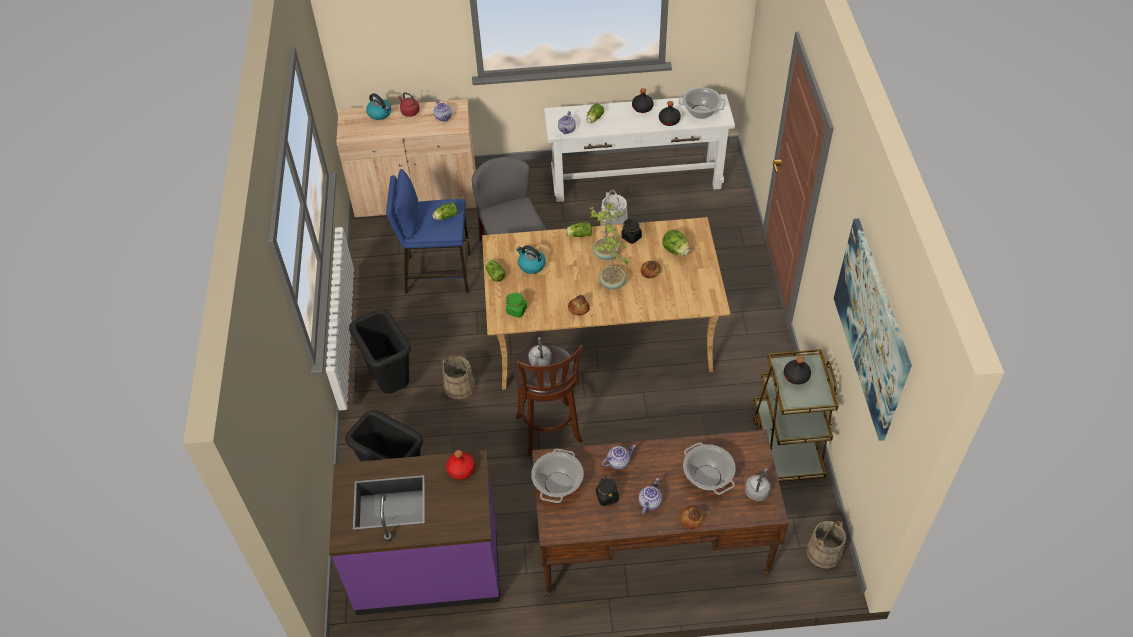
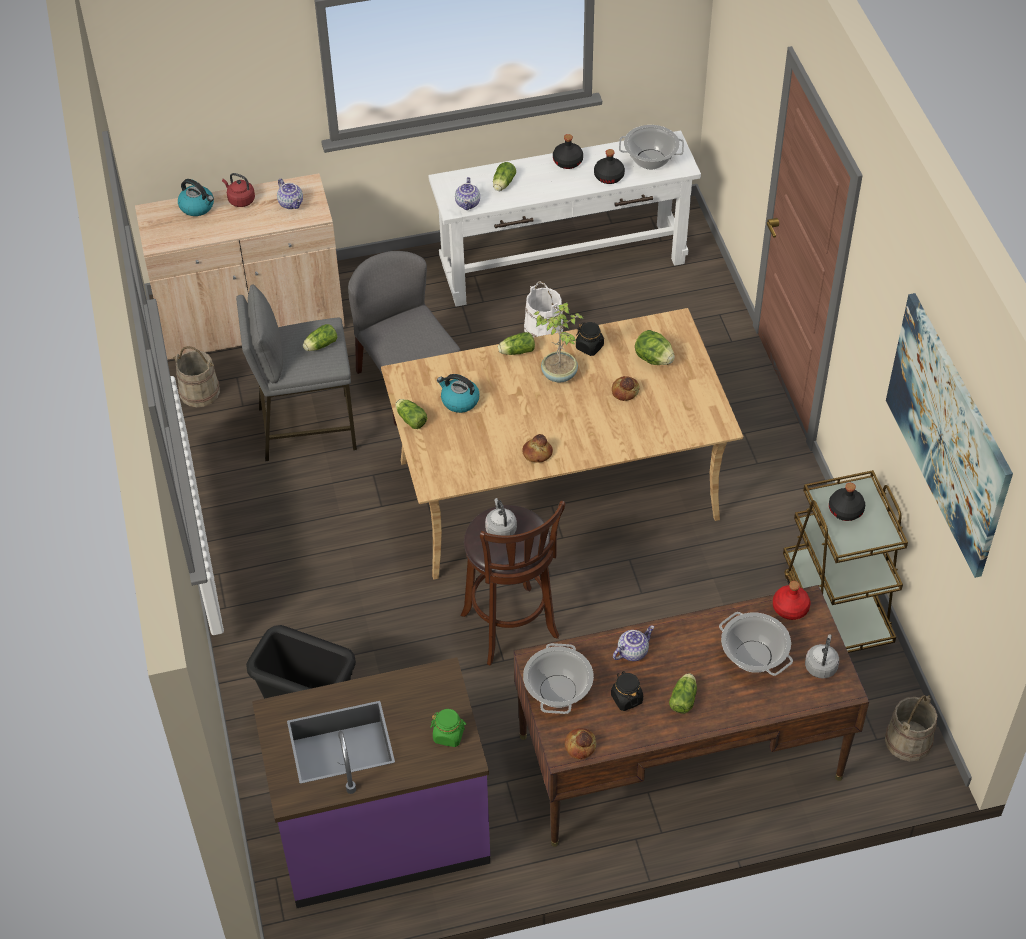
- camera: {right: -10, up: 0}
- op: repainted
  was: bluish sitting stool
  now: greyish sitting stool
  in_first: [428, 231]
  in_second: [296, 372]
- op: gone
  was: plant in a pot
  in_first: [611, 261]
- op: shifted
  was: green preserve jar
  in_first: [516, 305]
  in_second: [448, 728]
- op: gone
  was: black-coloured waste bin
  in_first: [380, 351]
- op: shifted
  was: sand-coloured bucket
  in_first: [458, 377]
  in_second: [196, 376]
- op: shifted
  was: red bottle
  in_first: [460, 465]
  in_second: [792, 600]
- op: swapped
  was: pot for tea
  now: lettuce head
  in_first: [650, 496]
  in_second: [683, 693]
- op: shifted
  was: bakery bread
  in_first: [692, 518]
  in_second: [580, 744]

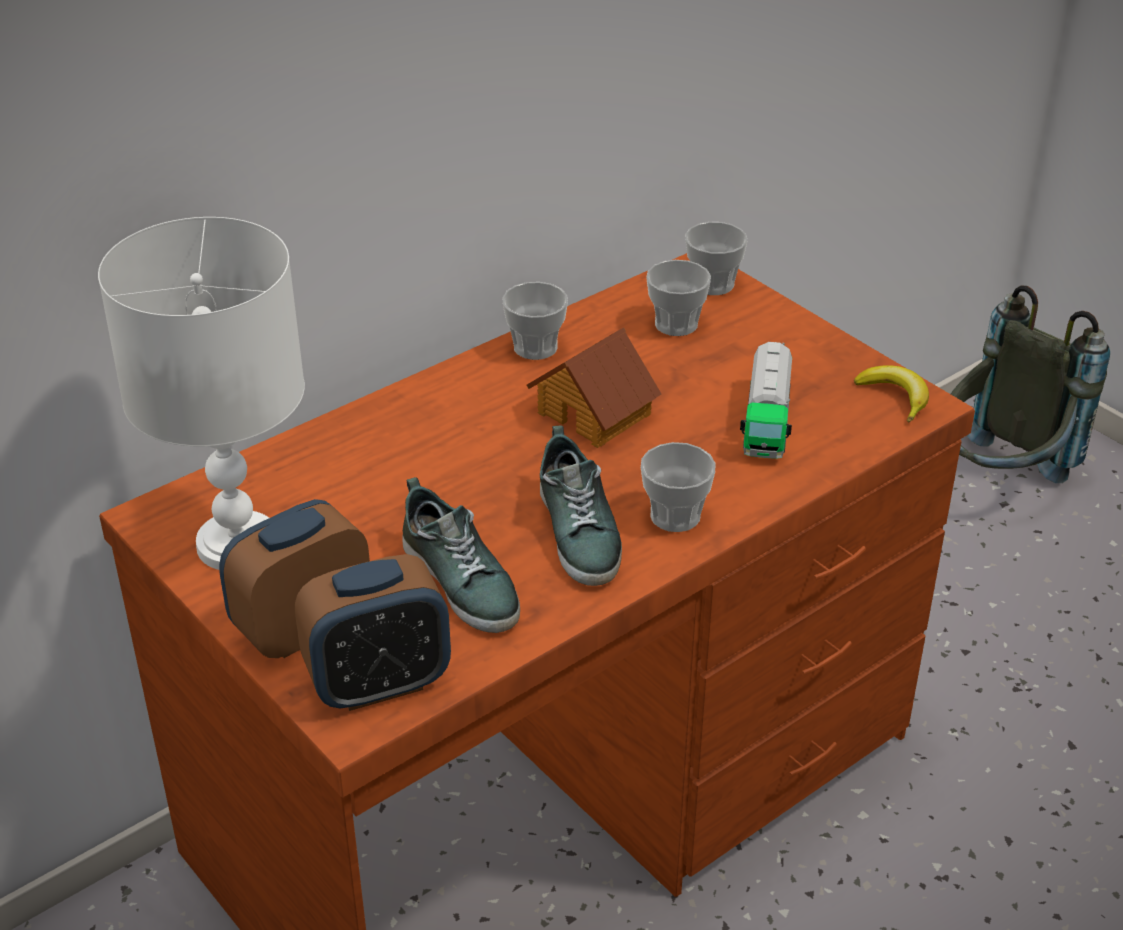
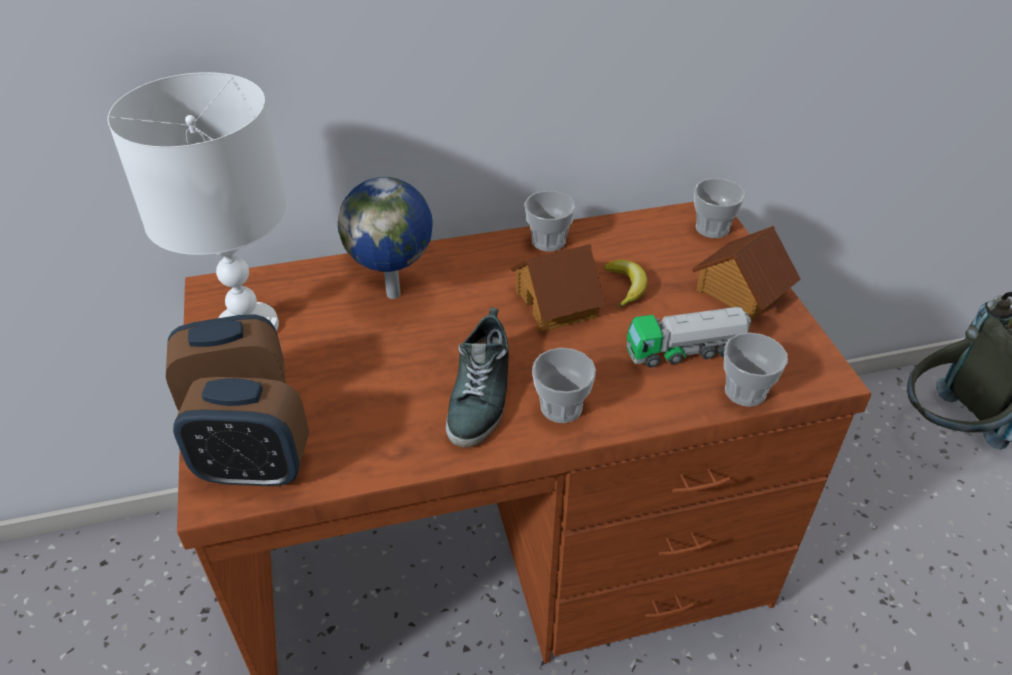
- camera: {right: 25, up: 5}
- op: shifted
  was: drinking cup
  in_first: [678, 298]
  in_second: [756, 369]
- op: rotated
  was: model truck
  in_first: [766, 400]
  in_second: [688, 337]
  clockwise: 45
- op: shifted
  was: whole banana
  in_first: [891, 393]
  in_second: [625, 284]
- op: gone
  was: item of footwear
  in_first: [461, 555]
- op: new
  now: world globe
  in_second: [385, 238]
- op: new
  now: model house
  in_second: [746, 273]

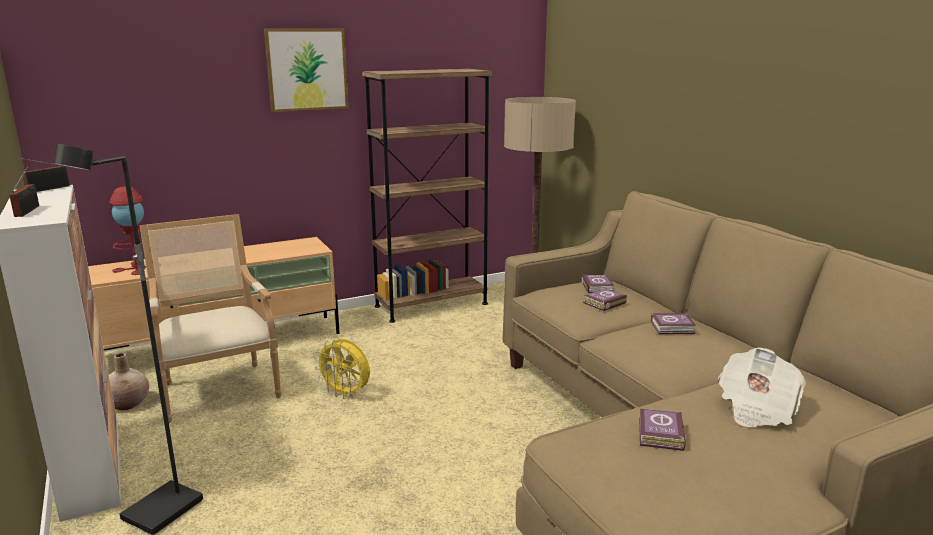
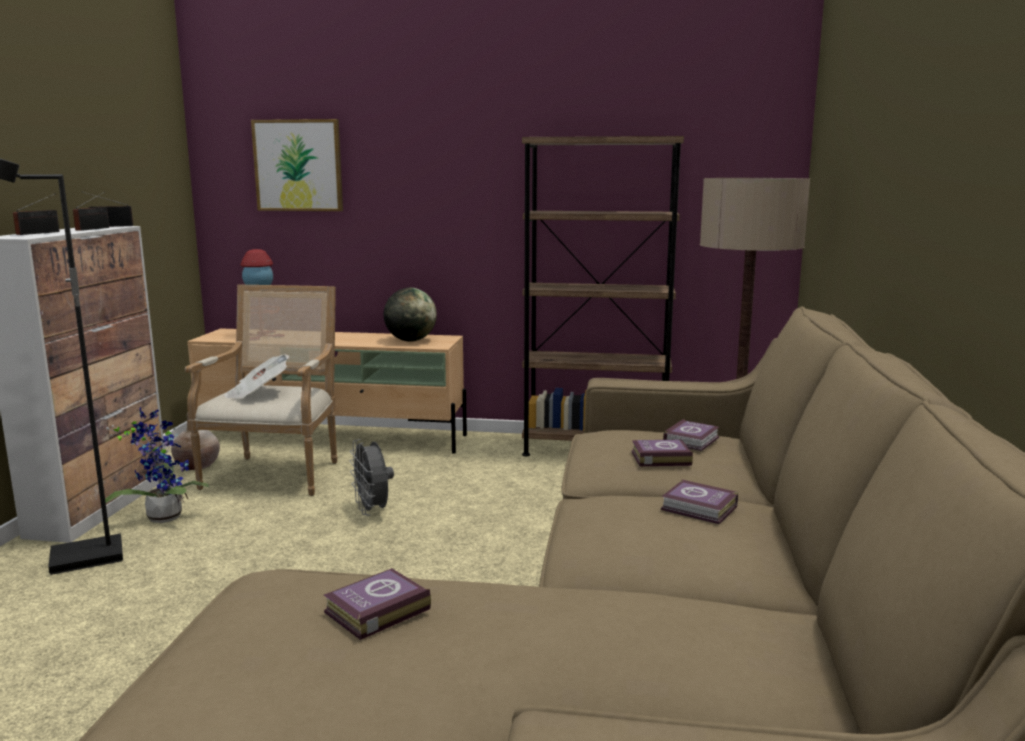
- camera: {right: 35, up: -5}
- op: shifted
  was: wall picture
  in_first: [306, 70]
  in_second: [297, 165]
- op: repainted
  was: yellowish electric fan
  now: greyish electric fan
  in_first: [342, 369]
  in_second: [371, 477]
- op: shifted
  was: newspaper
  in_first: [762, 387]
  in_second: [256, 376]
- op: new
  now: radio receiver
  in_second: [91, 211]
- op: new
  now: world globe
  in_second: [410, 315]
- op: new
  now: plant in a pot
  in_second: [157, 465]

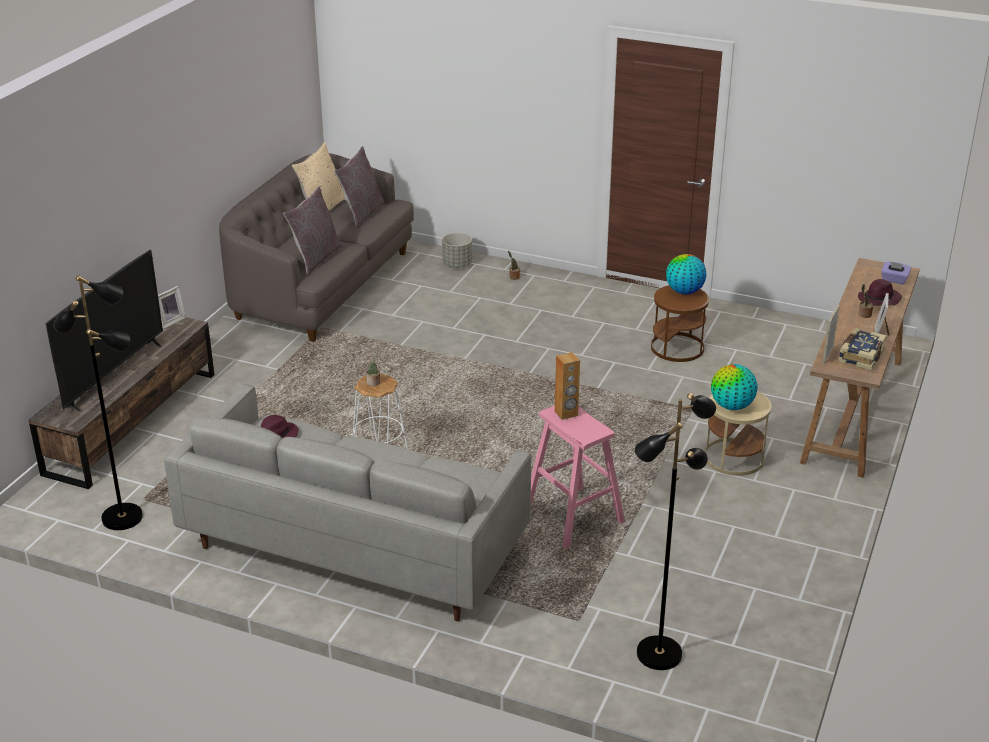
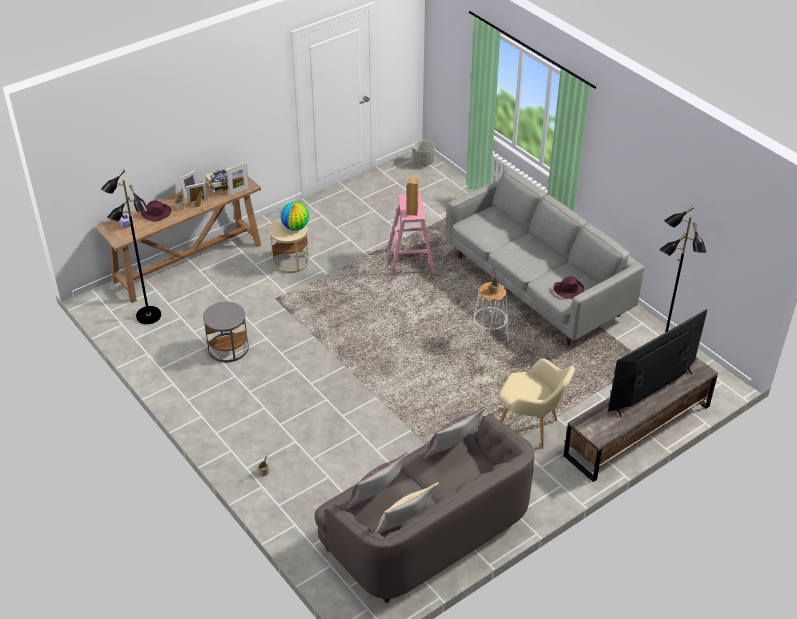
- camera: {right: -150, up: 10}
- op: shifted
  was: greyish planter
  in_first: [457, 250]
  in_second: [423, 153]
- op: gone
  was: world globe
  in_first: [686, 274]
- op: repainted
  was: brownish accent table
  now: greyish accent table
  in_first: [680, 323]
  in_second: [226, 331]
- op: shifted
  was: photo frame
  in_first: [172, 307]
  in_second: [196, 195]
- op: shifted
  was: black-coloured standard lamp
  in_first: [675, 531]
  in_second: [131, 246]
- op: new
  now: sand-coloured armchair
  in_second: [537, 403]

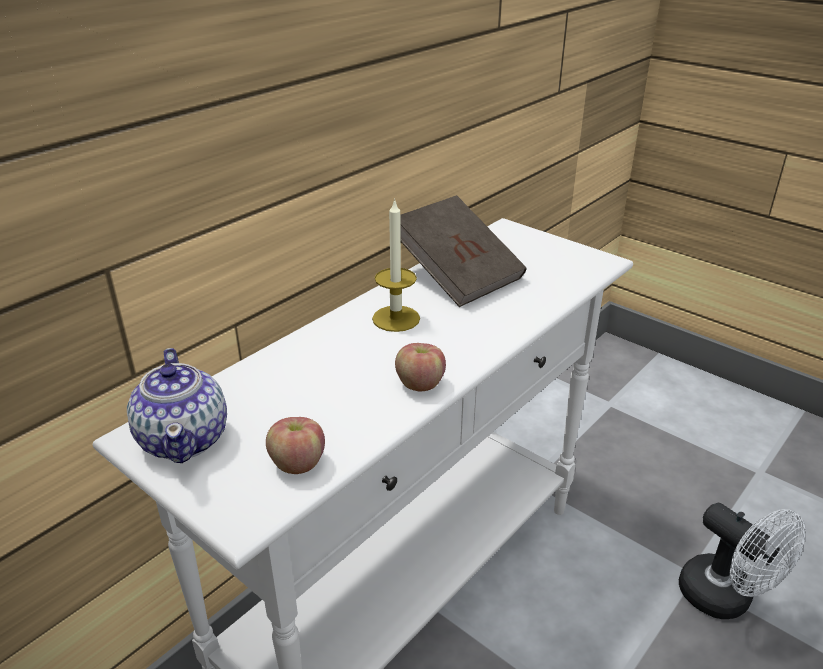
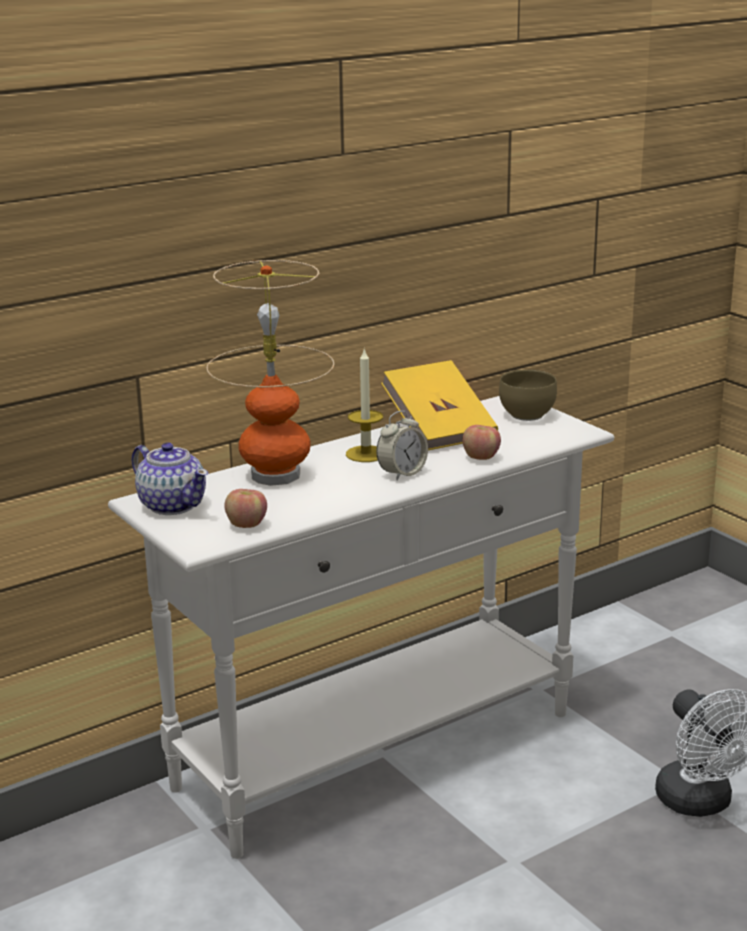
- camera: {right: 15, up: -10}
- op: repainted
  was: brownish volume
  now: yellowish volume
  in_first: [463, 251]
  in_second: [439, 405]
- op: shifted
  was: whole apple
  in_first: [420, 367]
  in_second: [481, 442]
- op: rotated
  was: pot for tea
  in_first: [177, 405]
  in_second: [170, 479]
  clockwise: -45
- op: new
  now: lamp for a table
  in_second: [270, 373]
- op: new
  now: brownish deep dish
  in_second: [528, 395]
- op: new
  now: table clock
  in_second: [402, 446]

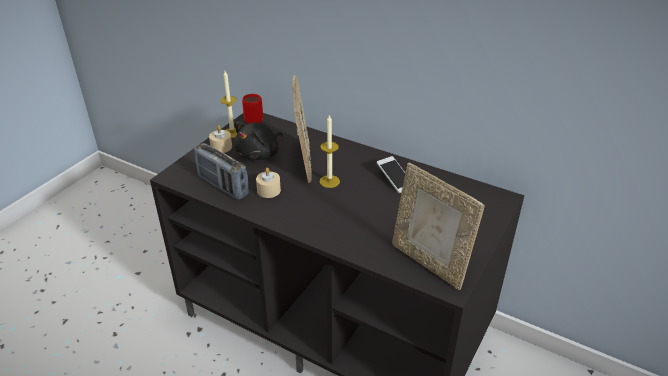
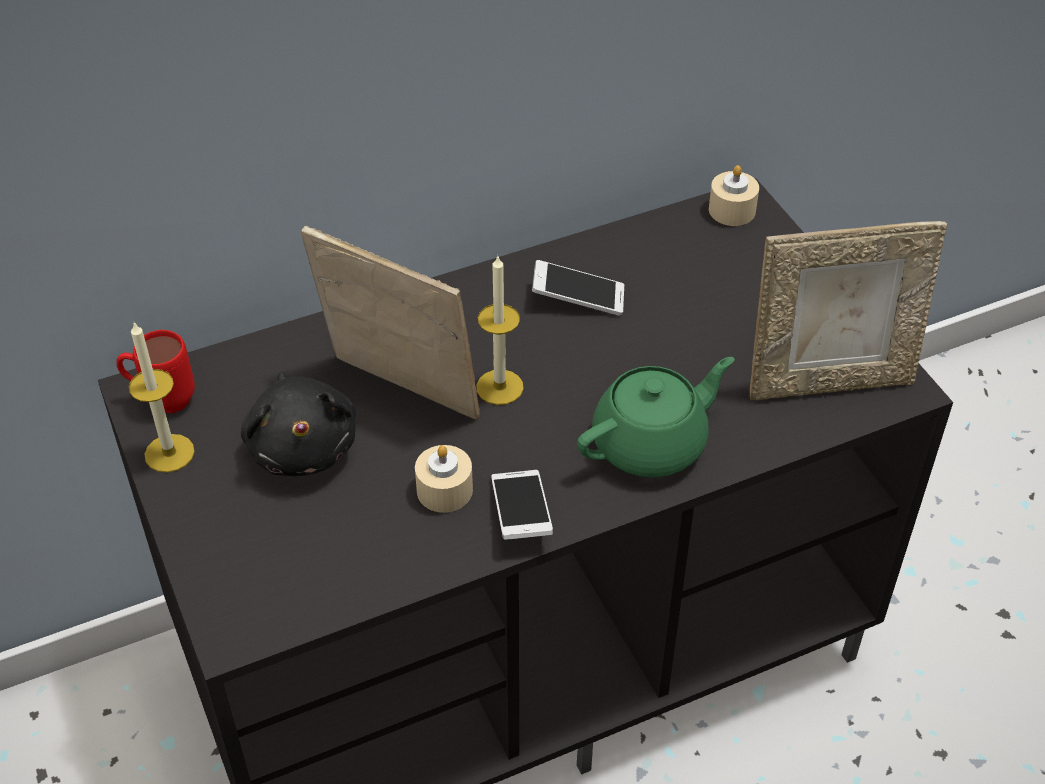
- camera: {right: -55, up: 10}
- op: shifted
  was: sand-coloured candle
  in_first: [220, 139]
  in_second: [734, 195]
- op: gone
  was: radio receiver
  in_first: [221, 171]
- op: new
  now: green pot for tea
  in_second: [656, 417]
- op: new
  now: telephone
  in_second: [522, 505]

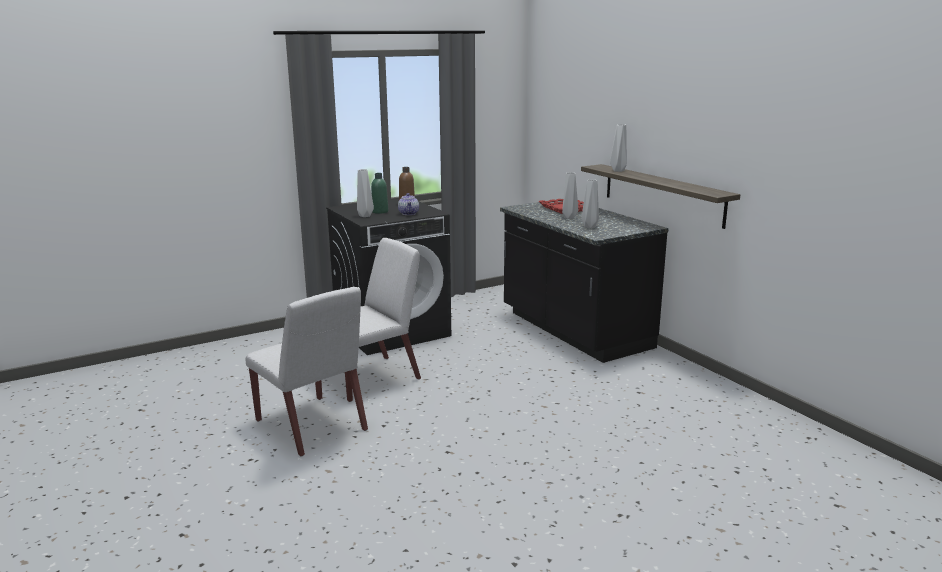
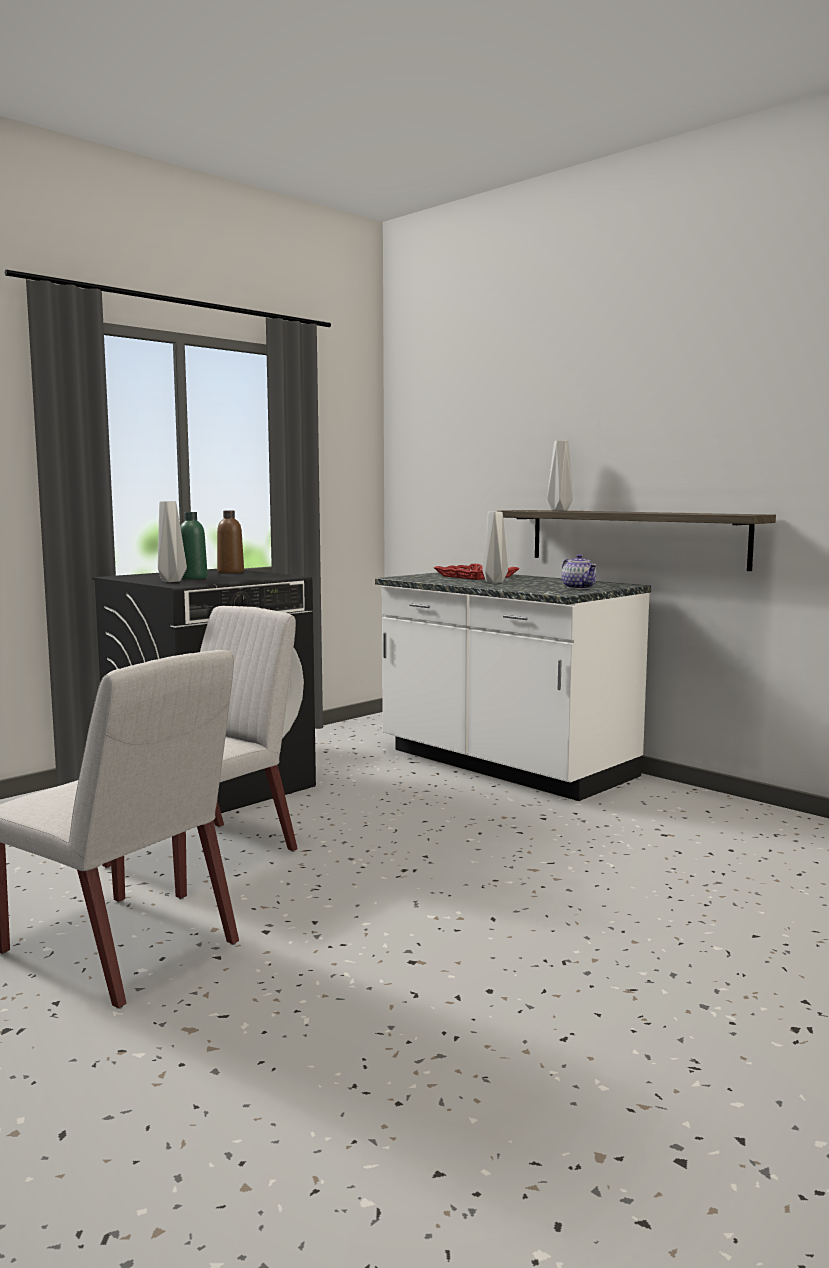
- camera: {right: -15, up: -10}
- op: gone
  was: greyish flower vase
  in_first: [590, 203]
- op: shifted
  was: pot for tea
  in_first: [408, 204]
  in_second: [579, 571]
- op: repainted
  was: black-coloured kitchen base unit
  now: white kitchen base unit
  in_first: [584, 282]
  in_second: [513, 686]

